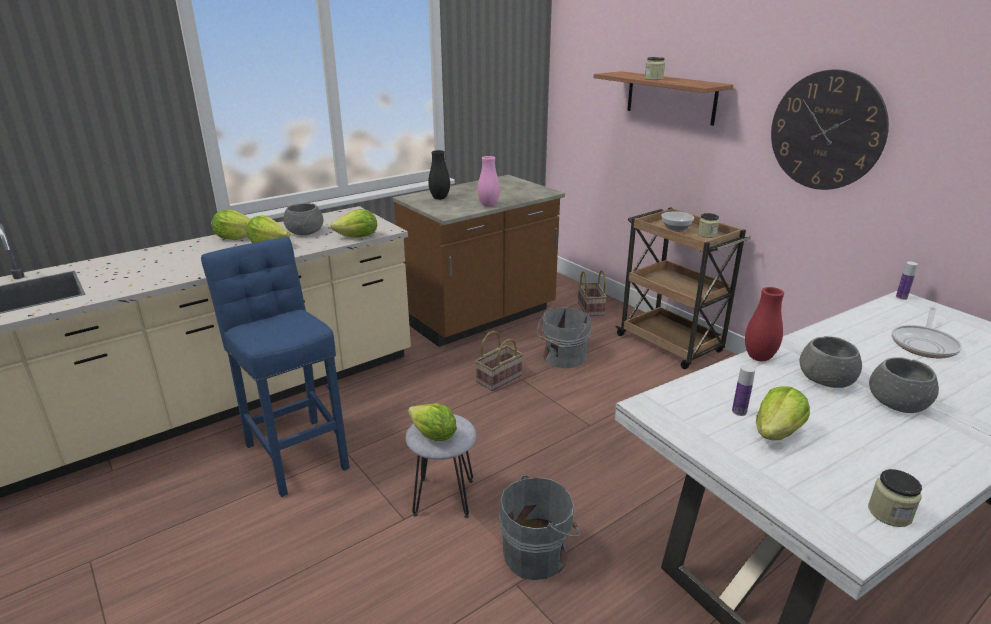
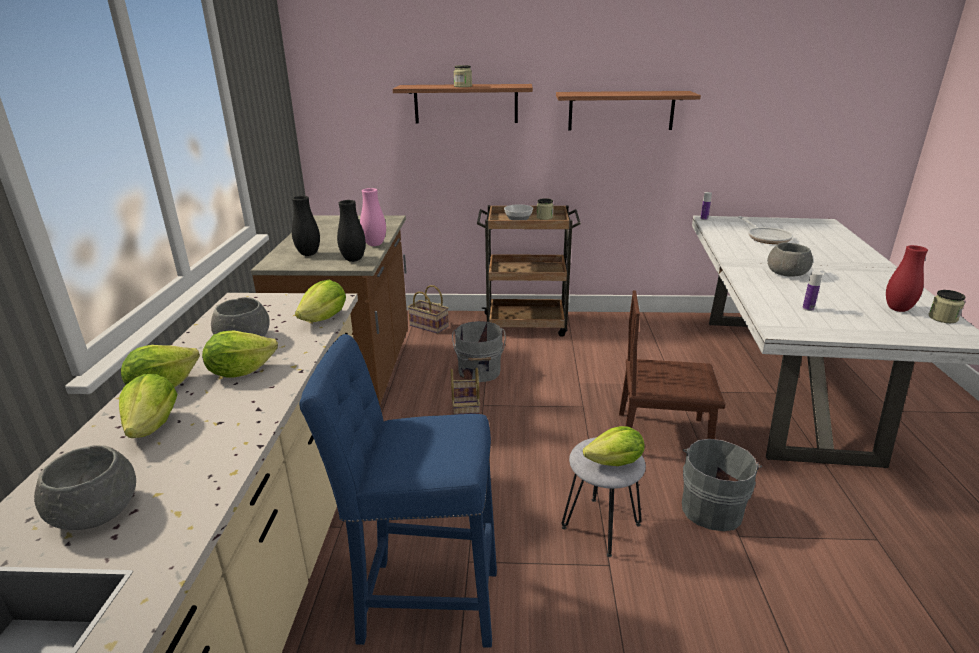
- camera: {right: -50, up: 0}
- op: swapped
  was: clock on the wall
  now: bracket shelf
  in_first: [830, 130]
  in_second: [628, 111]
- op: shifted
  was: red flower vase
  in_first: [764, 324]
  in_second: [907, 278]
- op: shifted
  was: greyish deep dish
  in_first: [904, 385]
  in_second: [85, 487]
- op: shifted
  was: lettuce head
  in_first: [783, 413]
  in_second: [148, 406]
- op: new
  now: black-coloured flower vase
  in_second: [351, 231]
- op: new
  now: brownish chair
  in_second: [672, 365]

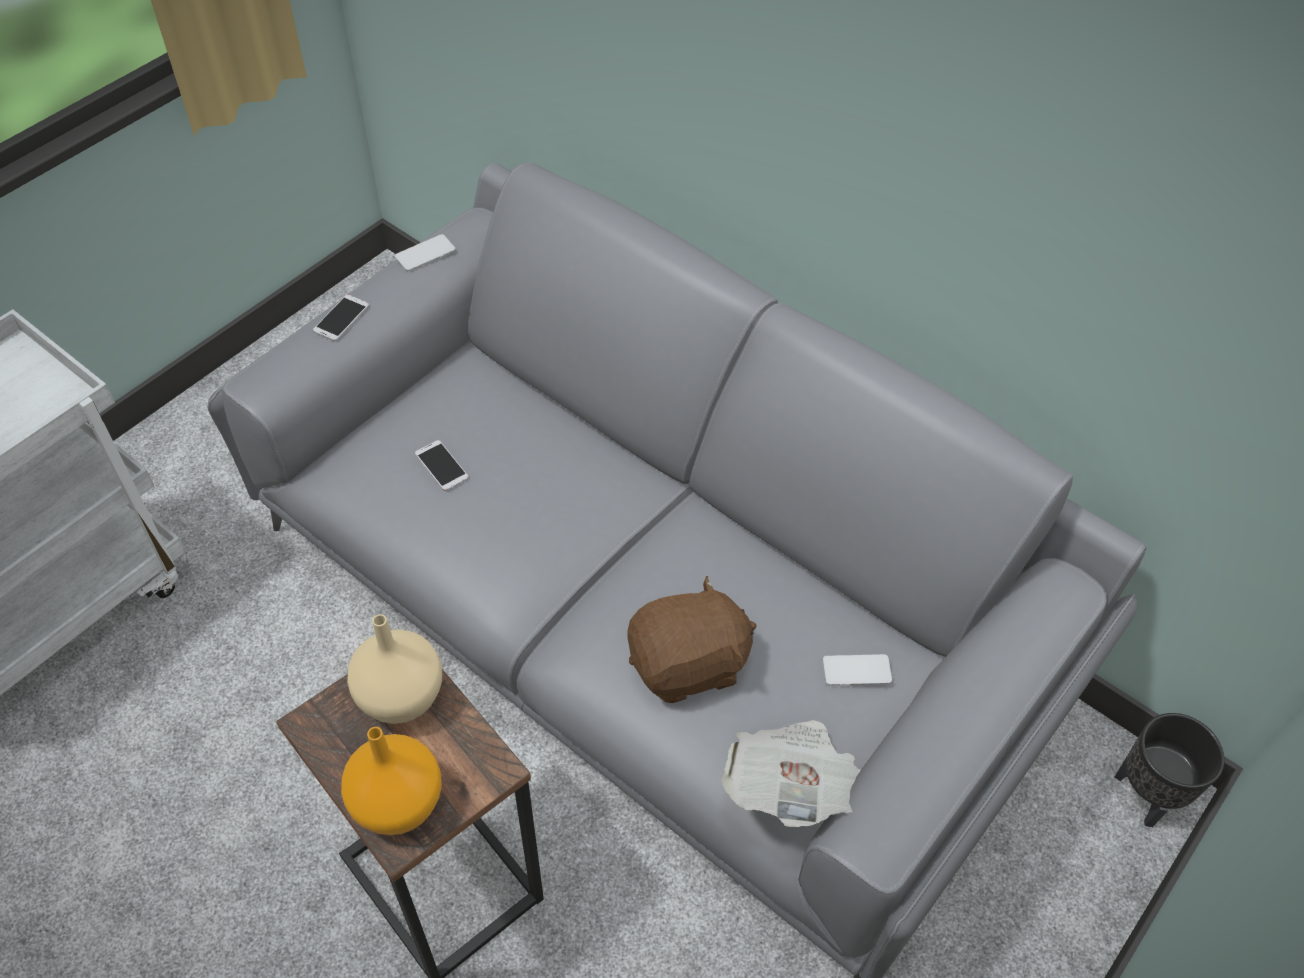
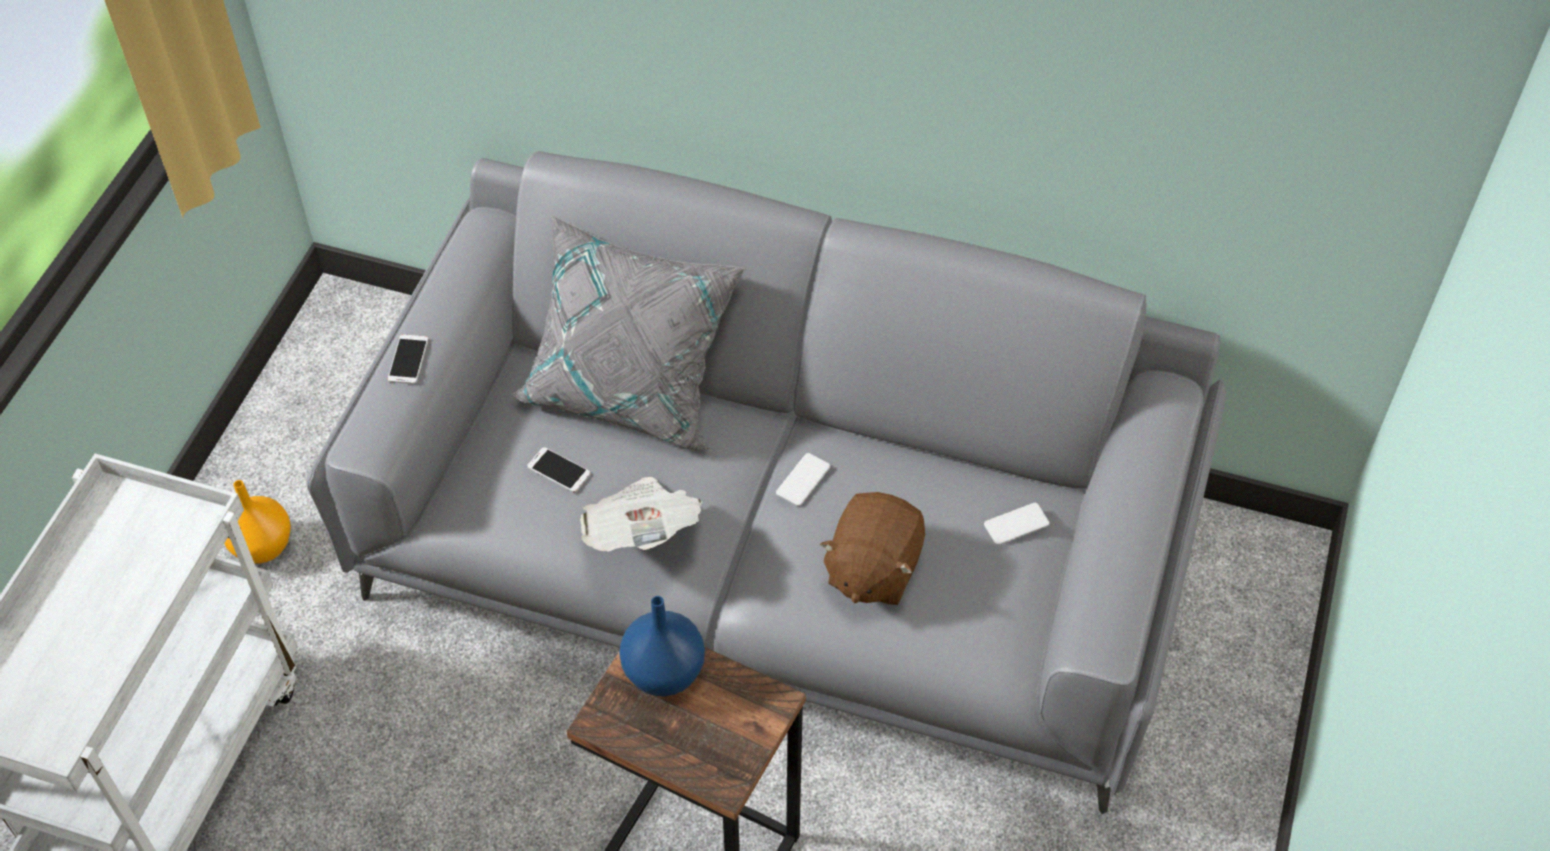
- camera: {right: -20, up: 0}
- op: shifted
  was: telephone
  in_first: [425, 252]
  in_second: [803, 479]
- op: rotated
  was: brownish cuddly toy
  in_first: [692, 639]
  in_second: [872, 548]
  clockwise: 150
- op: repainted
  was: sand-coloured flower vase
  now: bluish flower vase
  in_first: [394, 669]
  in_second: [662, 646]
- op: gone
  was: black-coloured planter
  in_first: [1169, 770]
- op: shifted
  was: newspaper
  in_first: [791, 773]
  in_second: [641, 514]
- op: shifted
  was: orange-coloured flower vase
  in_first: [391, 781]
  in_second: [257, 521]
- op: new
  now: greyish cushion
  in_second: [628, 332]

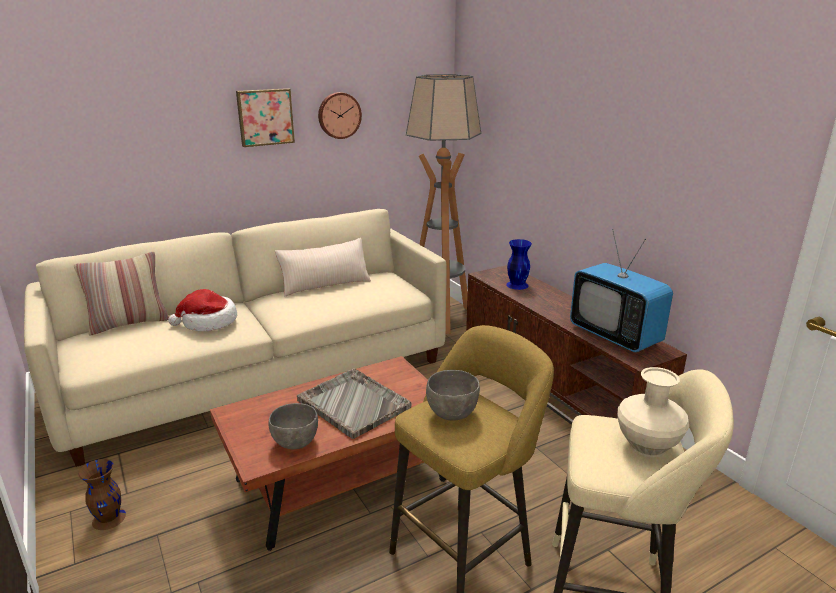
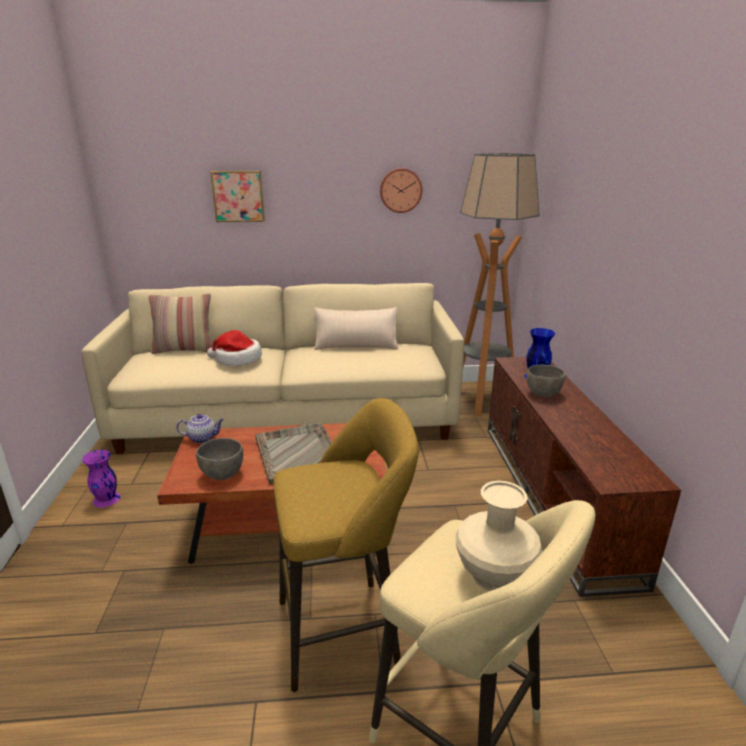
- camera: {right: 25, up: 0}
- op: shifted
  was: wall picture
  in_first: [265, 117]
  in_second: [237, 196]
- op: gone
  was: TV set
  in_first: [621, 290]
- op: shifted
  was: greyish deep dish
  in_first: [453, 395]
  in_second: [545, 381]
- op: repainted
  was: brownish flower vase
  now: purple flower vase
  in_first: [102, 494]
  in_second: [101, 478]
- op: new
  now: pot for tea
  in_second: [200, 428]

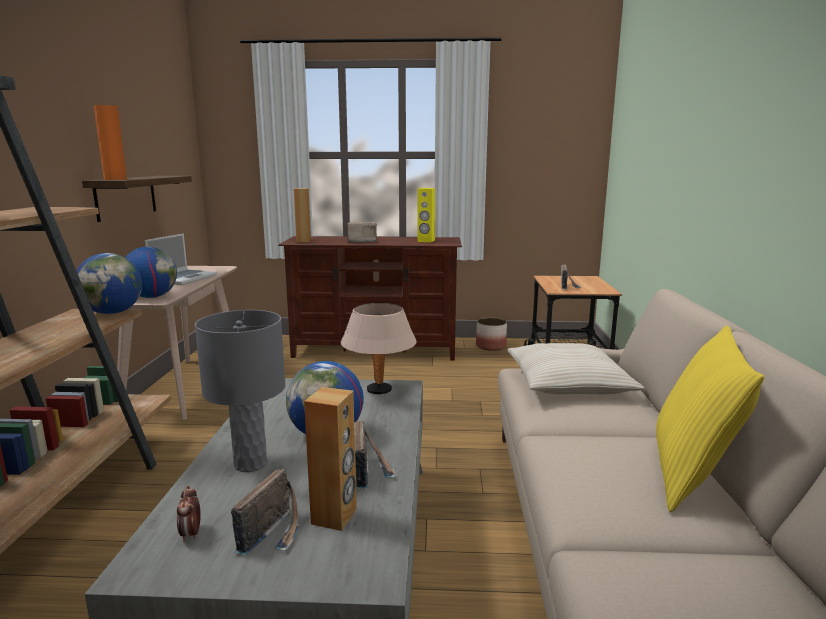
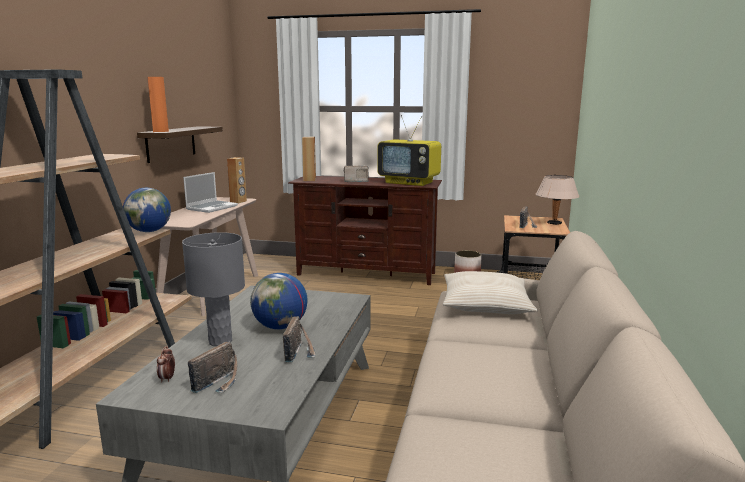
- camera: {right: 10, up: 0}
- op: swapped
  was: yellowish audio speaker
  now: TV set
  in_first: [426, 215]
  in_second: [409, 150]
- op: gone
  was: world globe
  in_first: [151, 272]
- op: shifted
  was: sand-coloured lamp for a table
  in_first: [379, 349]
  in_second: [557, 200]
- op: gone
  was: yellowish cushion
  in_first: [710, 418]
- op: shifted
  was: brownish audio speaker
  in_first: [330, 459]
  in_second: [237, 180]

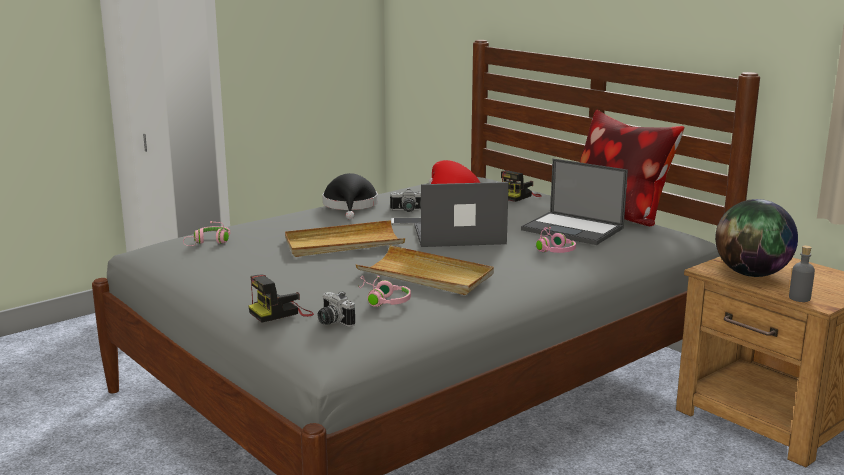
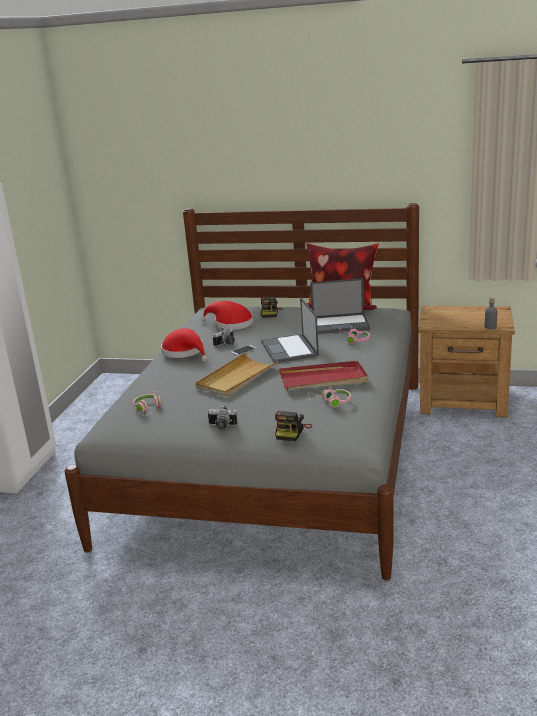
- camera: {right: -35, up: 5}
- op: repainted
  was: black-coloured clothing hat
  now: red clothing hat
  in_first: [350, 196]
  in_second: [184, 345]
- op: rotated
  was: notebook computer
  in_first: [462, 214]
  in_second: [290, 330]
  clockwise: -60
- op: gone
  was: world globe
  in_first: [756, 238]
- op: repainted
  was: sand-coloured tray
  now: red tray
  in_first: [425, 270]
  in_second: [323, 375]
- op: shifted
  was: still camera
  in_first: [336, 309]
  in_second: [223, 417]

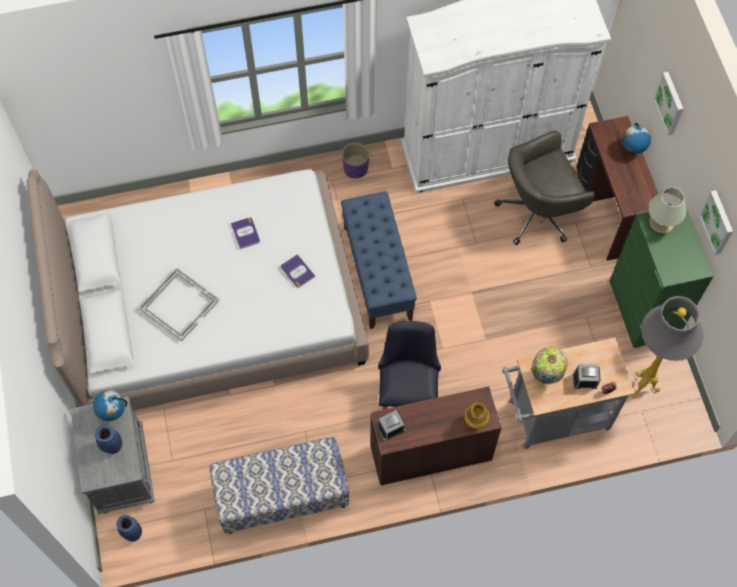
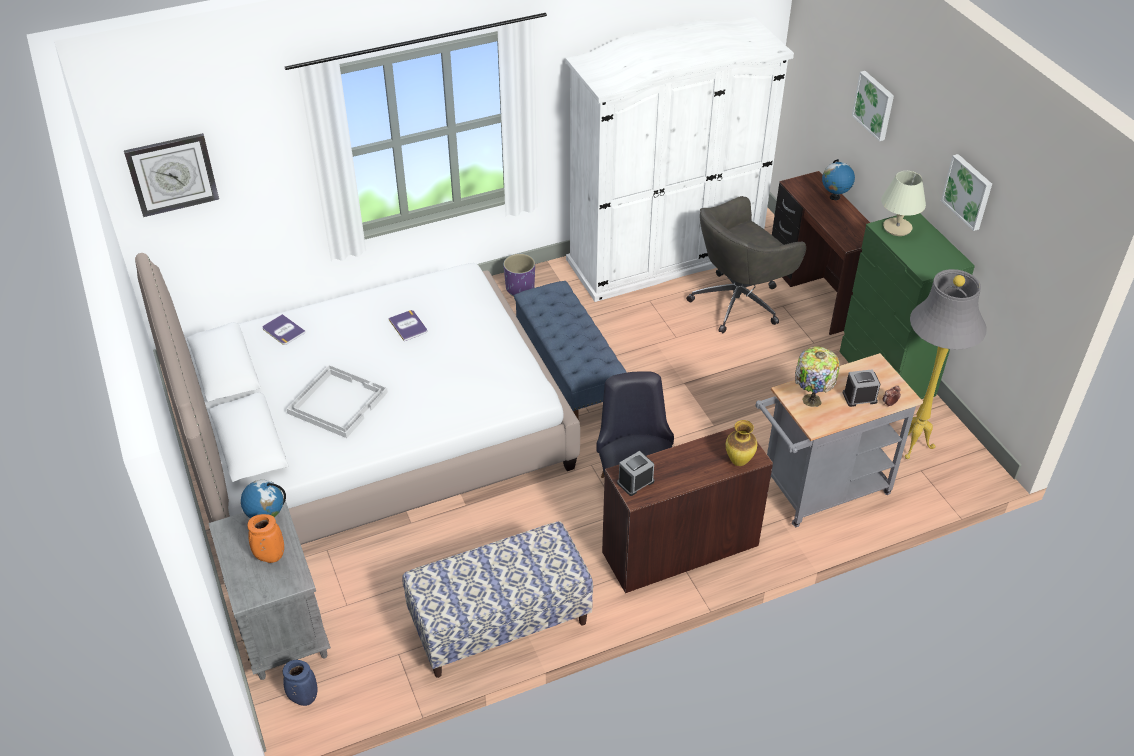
- camera: {right: -10, up: -20}
- op: shifted
  was: volume
  in_first: [298, 271]
  in_second: [284, 329]
- op: repainted
  was: bluish flower vase
  now: orange-coloured flower vase
  in_first: [108, 439]
  in_second: [265, 538]
- op: new
  now: clock on the wall
  in_second: [171, 175]

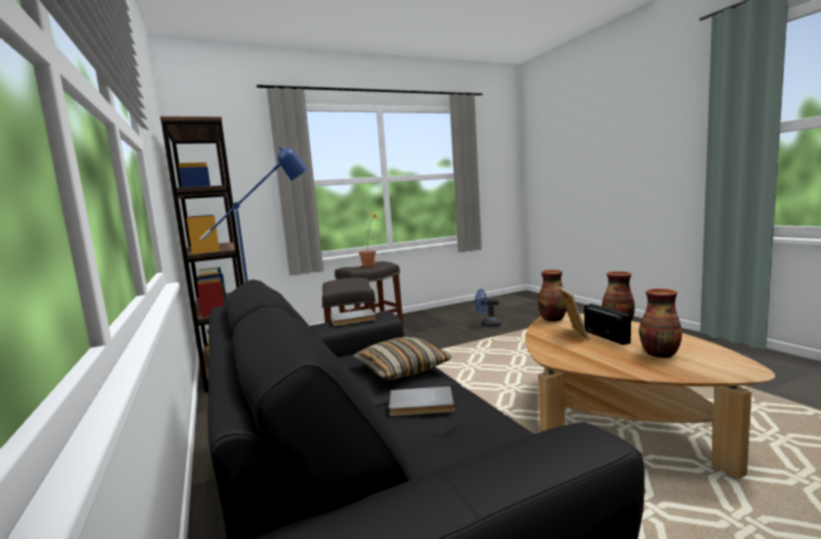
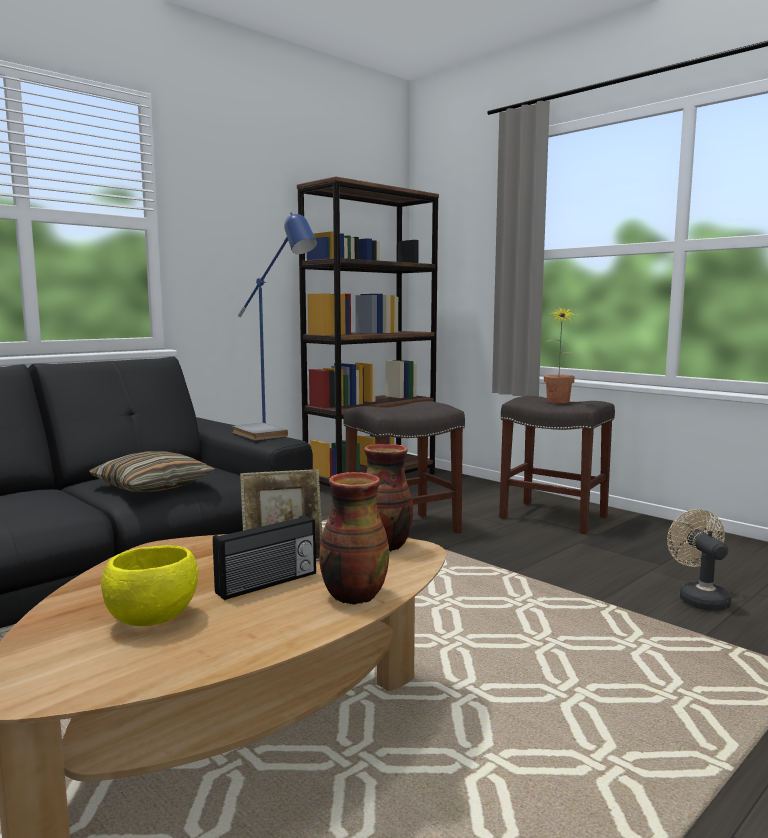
- camera: {right: 70, up: 0}
- op: repainted
  was: bluish electric fan
  now: sand-coloured electric fan
  in_first: [488, 308]
  in_second: [699, 560]
- op: swapped
  was: flower vase
  now: yellowish deep dish
  in_first: [660, 323]
  in_second: [149, 585]
- op: gone
  was: greyish volume
  in_first: [421, 401]

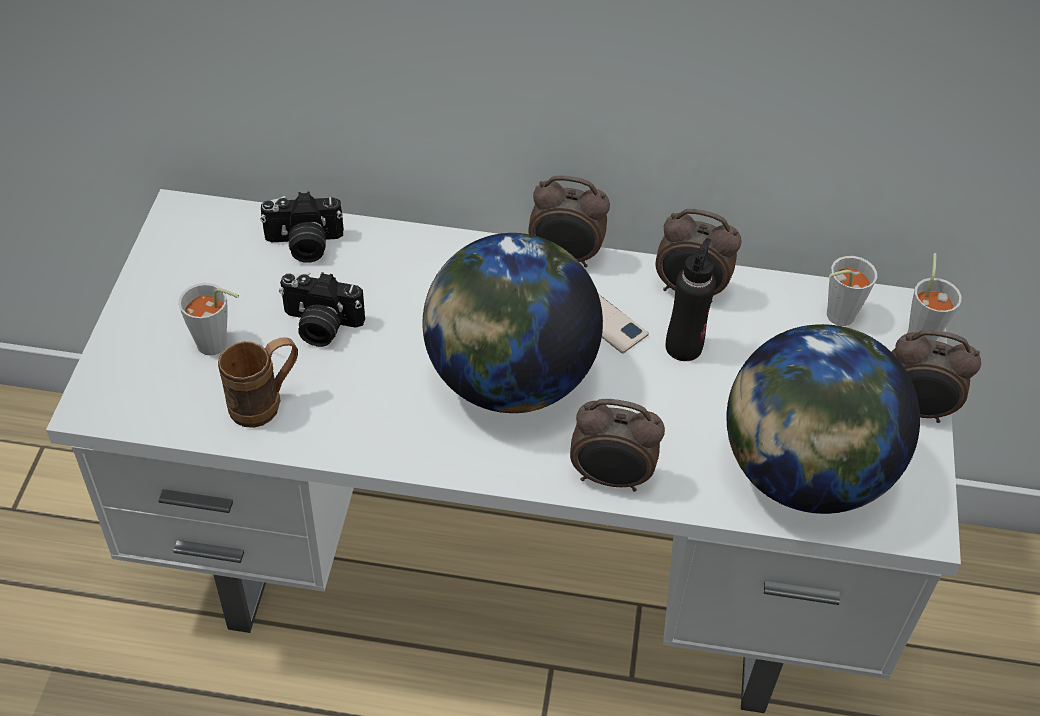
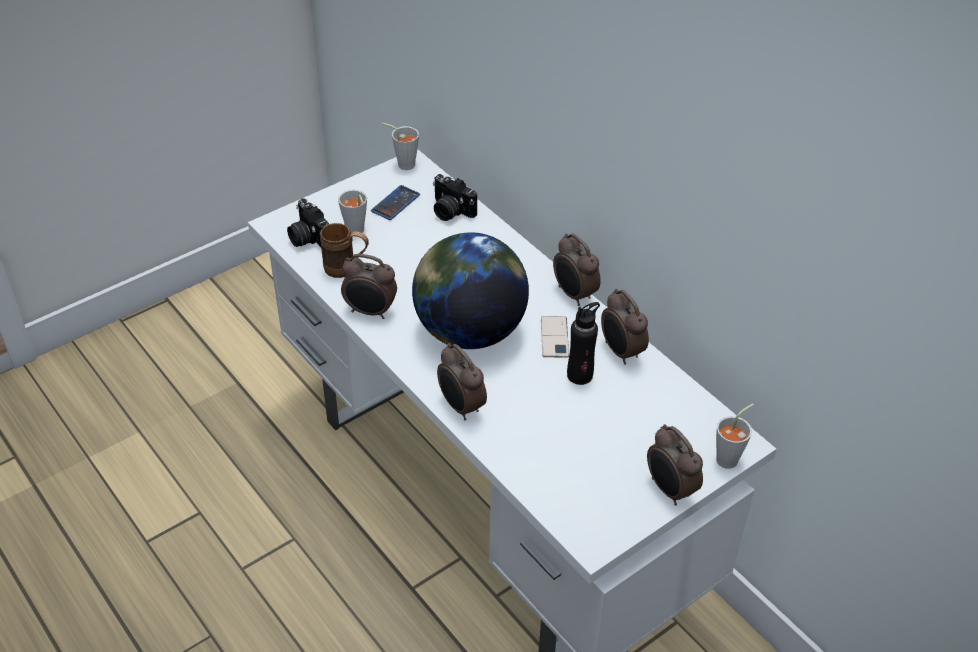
- camera: {right: 45, up: -5}
- op: shifted
  was: greyish drinking cup
  in_first: [852, 291]
  in_second: [400, 146]
- op: shifted
  was: still camera
  in_first: [322, 309]
  in_second: [308, 222]
- op: gone
  was: world globe
  in_first: [823, 419]
- op: new
  now: telephone
  in_second: [395, 202]
- op: new
  now: table clock
  in_second: [369, 286]

